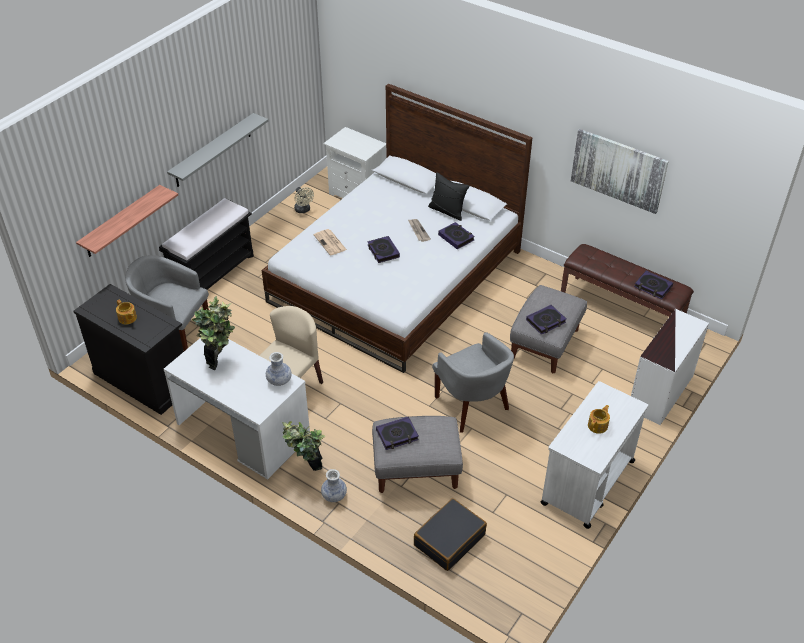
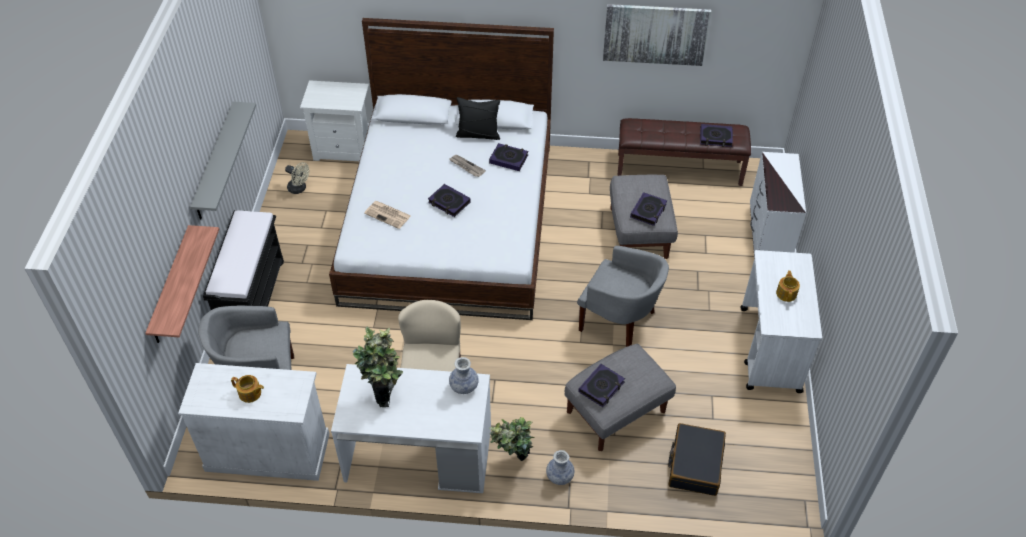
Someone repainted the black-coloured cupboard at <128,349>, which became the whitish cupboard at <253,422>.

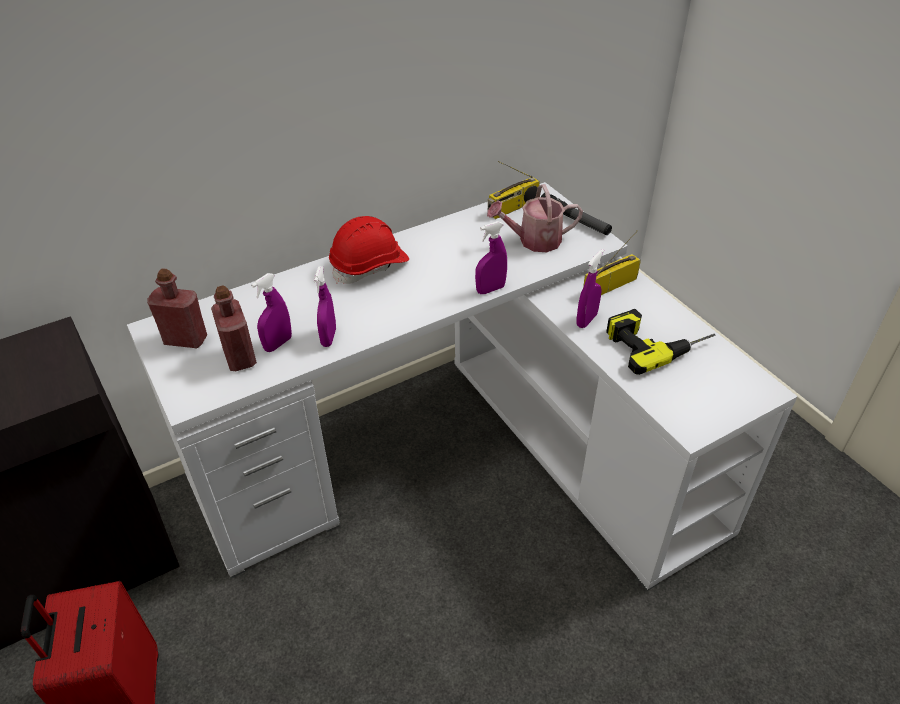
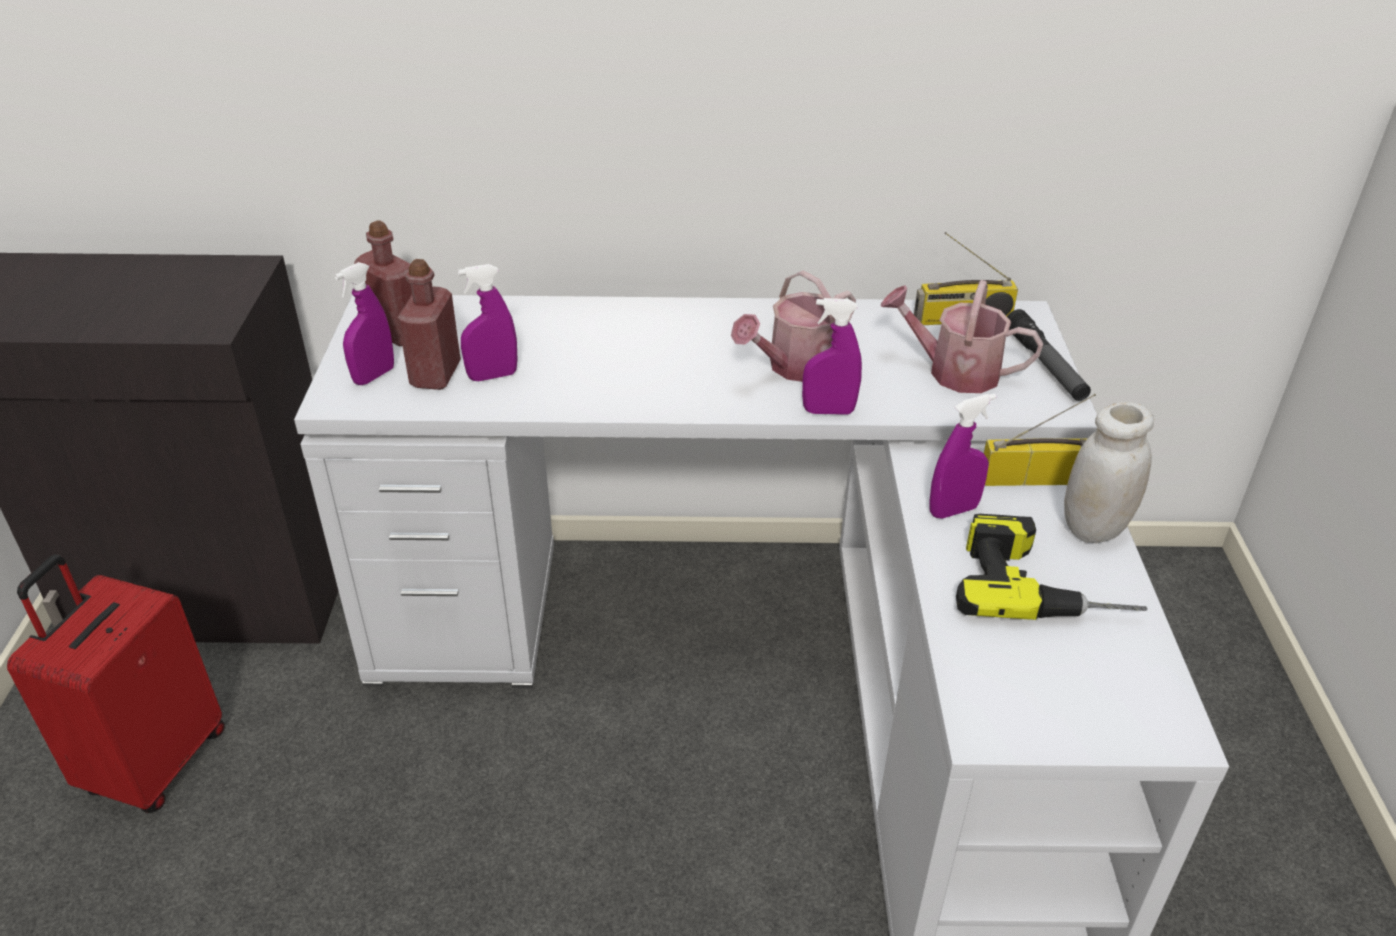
Someone took away the red safety helmet at <369,250>.
Someone put down the sprinkling can at <793,326>.
Someone put down the whitish preserve jar at <1109,472>.
Someone carried the purple hand sprayer from <325,306> to <364,323>.

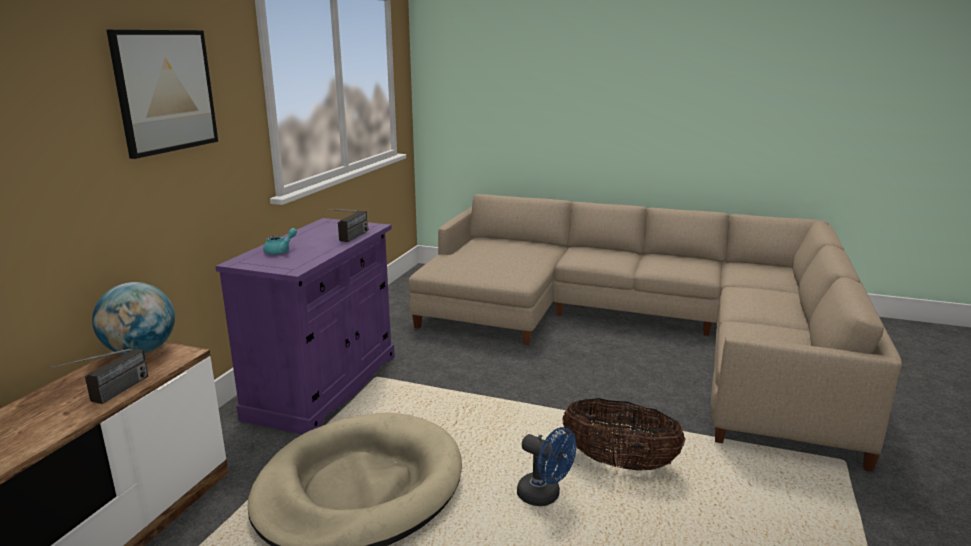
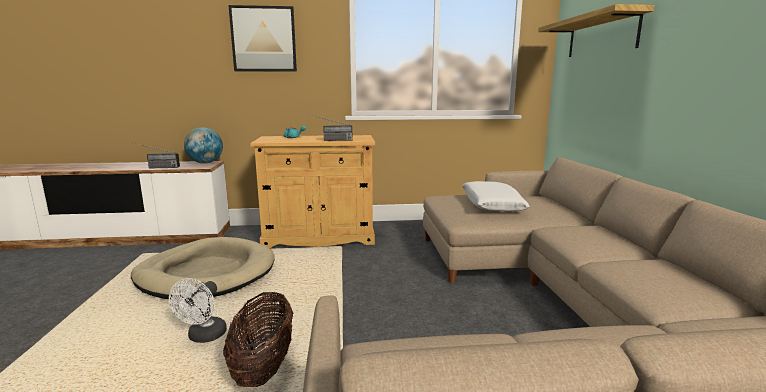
Someone put down the whitish cushion at <496,196>.
Someone put up the shelf at <596,30>.
Someone repainted the purple cupboard at <305,326>, which became the beige cupboard at <312,191>.
Someone repainted the blue-coloured electric fan at <546,466>, which became the whitish electric fan at <198,311>.

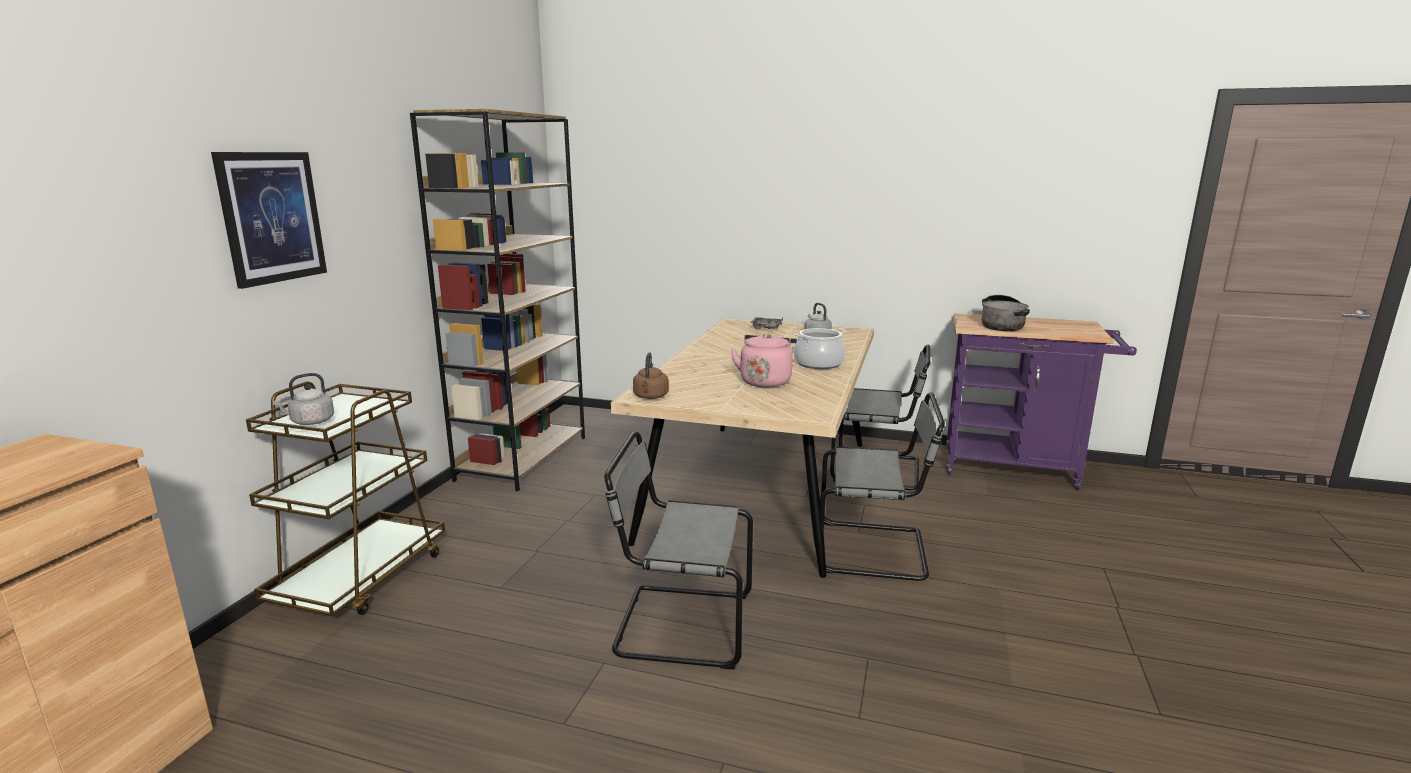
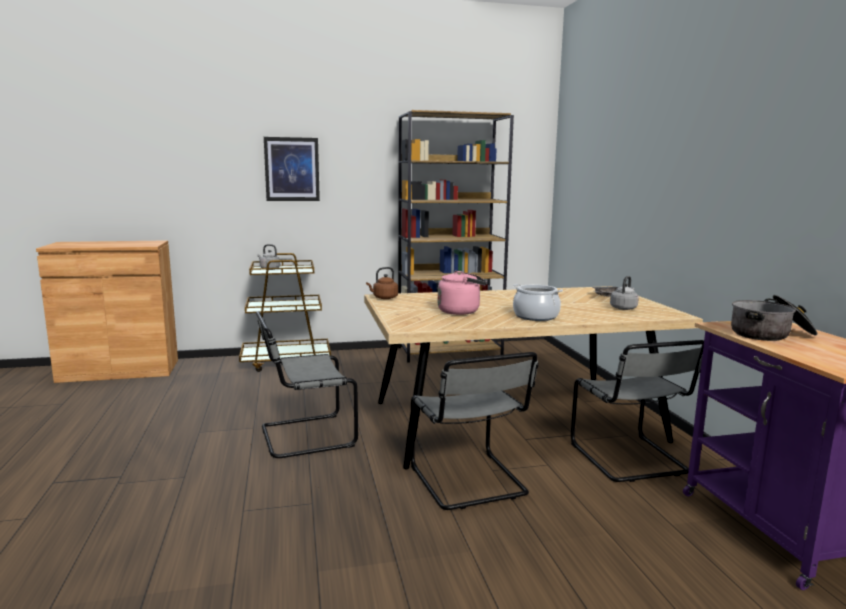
Someone rotated the grey upright chair at <678,550> by 90 degrees counterclockwise.

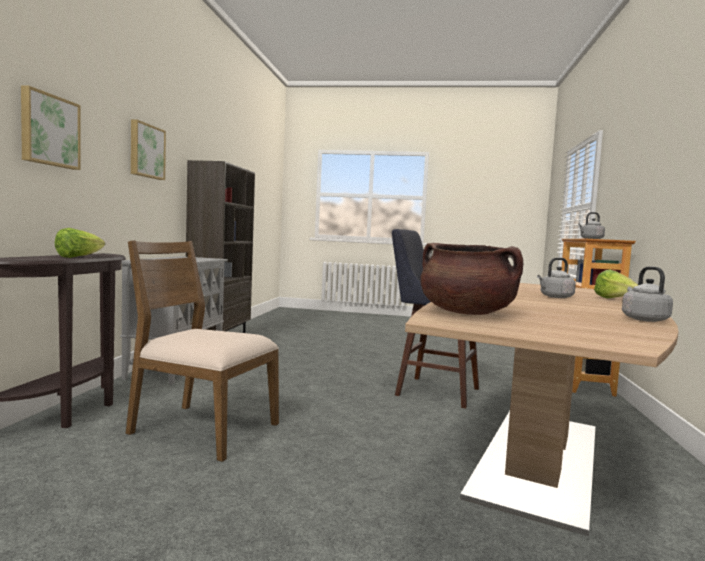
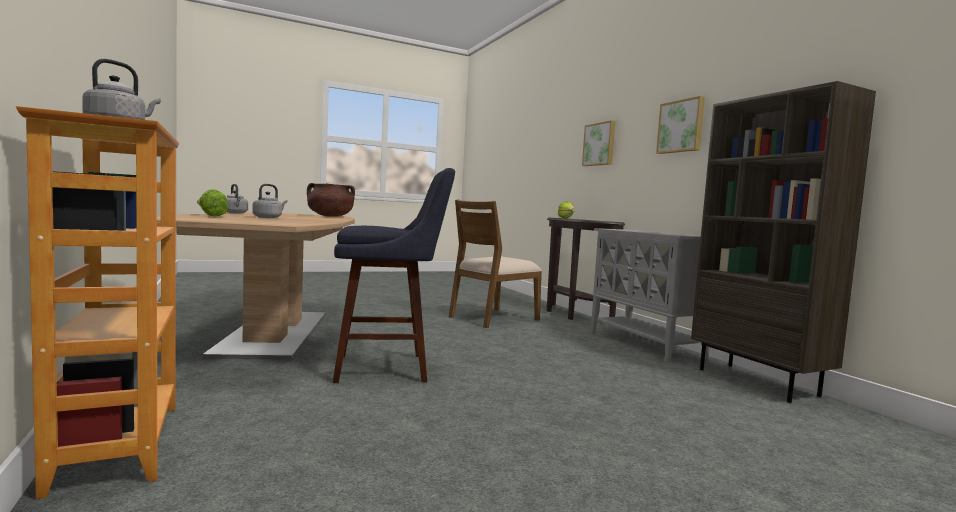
Someone rotated the brownish upright chair at <202,351> by 150 degrees clockwise.

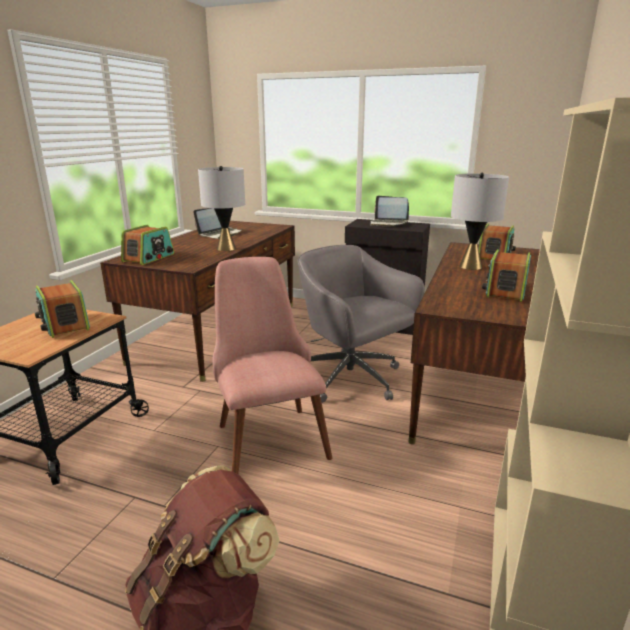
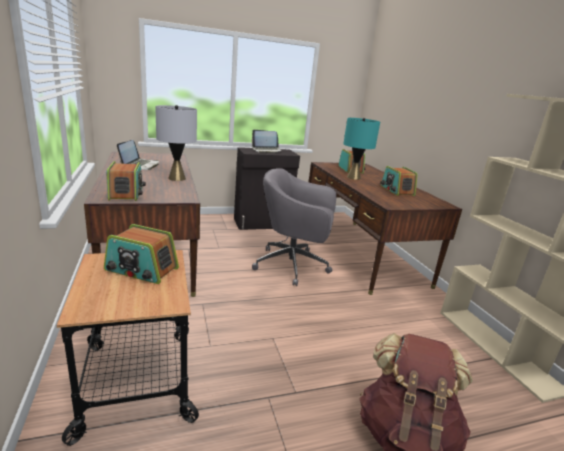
Someone took away the pinkish upright chair at <272,365>.
Someone repainted the grey tabletop lamp at <480,221>, which became the turquoise tabletop lamp at <361,149>.

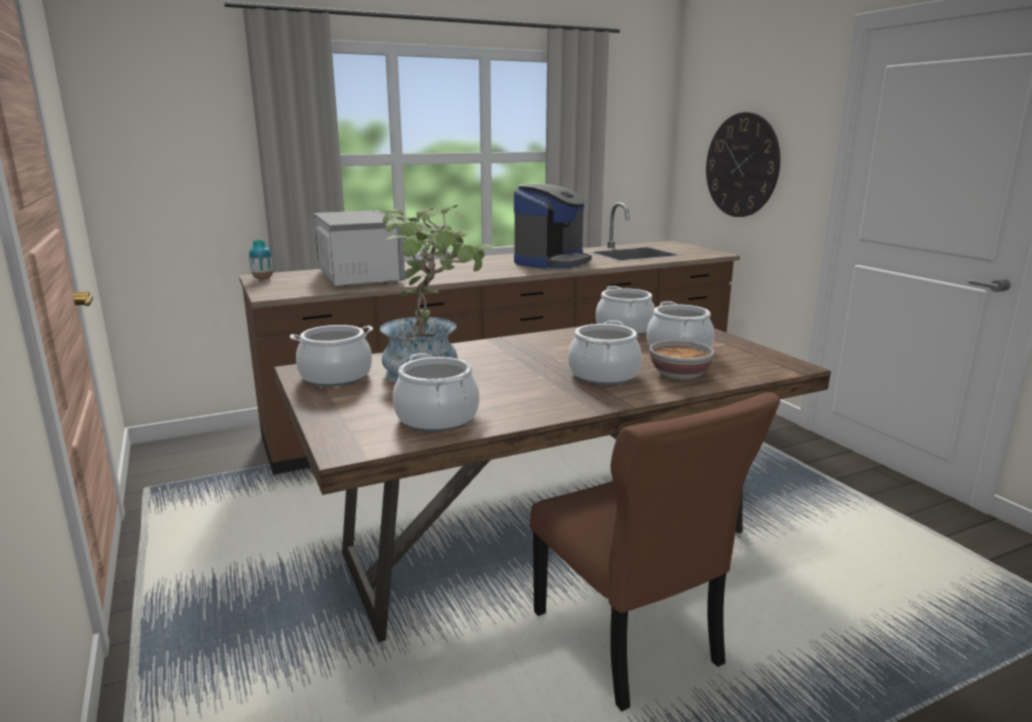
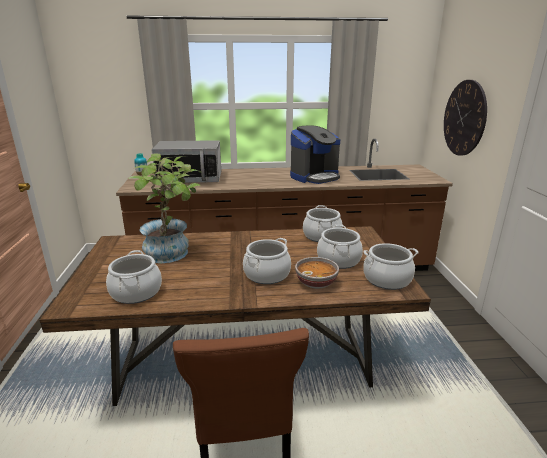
Someone carried the saucepot from <331,356> to <390,266>.
Someone rotated the microwave at <359,248> by 90 degrees clockwise.

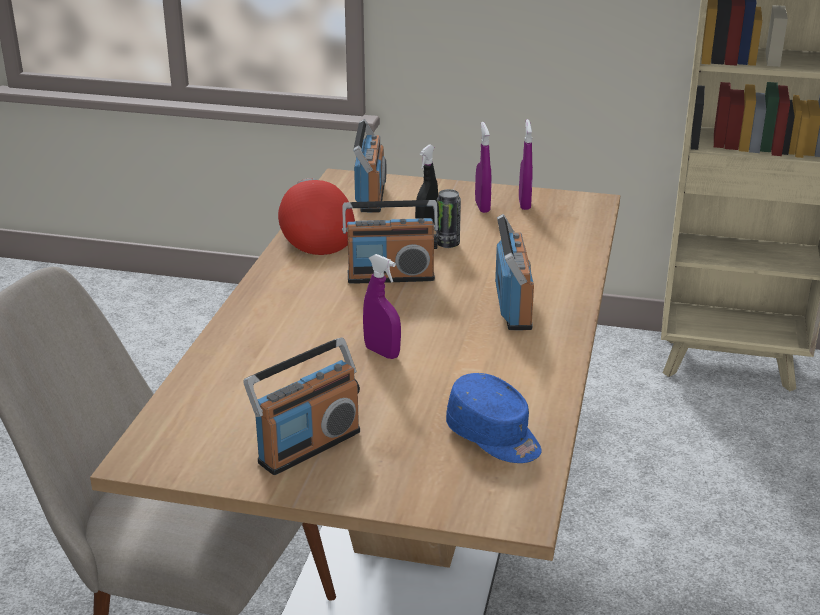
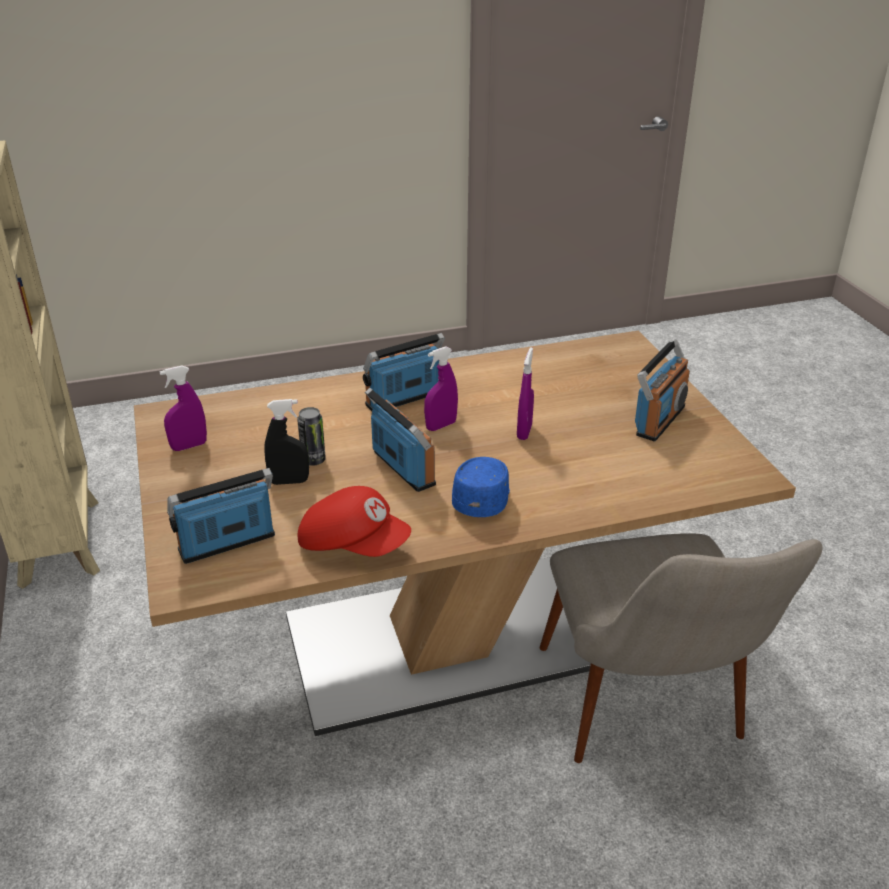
Someone carried the blue-coloured peaked cap from <493,418> to <481,487>.
Someone carried the purple hand sprayer from <483,167> to <441,388>.
Someone rotated the radio at <302,406> by 105 degrees clockwise.
Someone rotated the red peaked cap at <316,216> by 105 degrees counterclockwise.

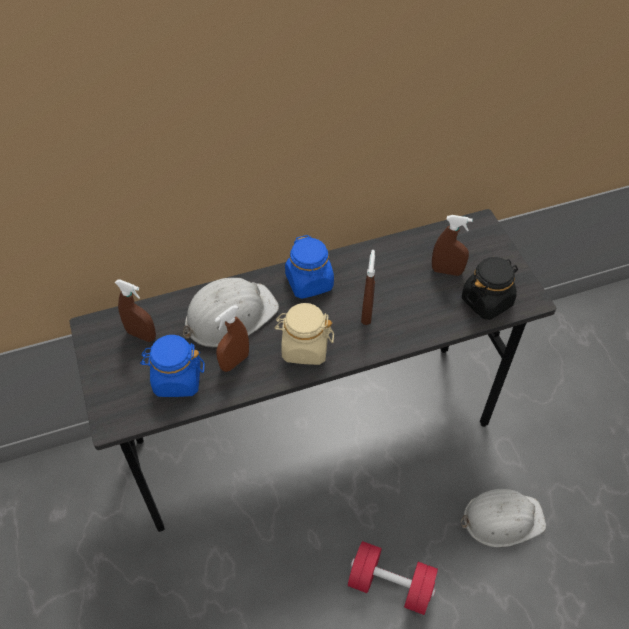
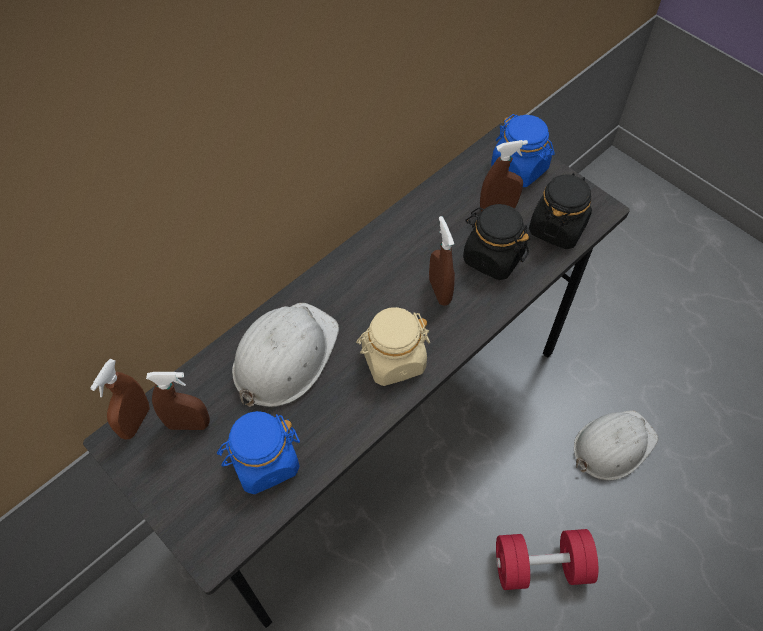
Someone put down the black-coloured preserve jar at <496,242>.
Someone carried the brownish hand sprayer from <232,338> to <120,399>.
Someone carried the blue-coloured preserve jar from <309,267> to <523,150>.

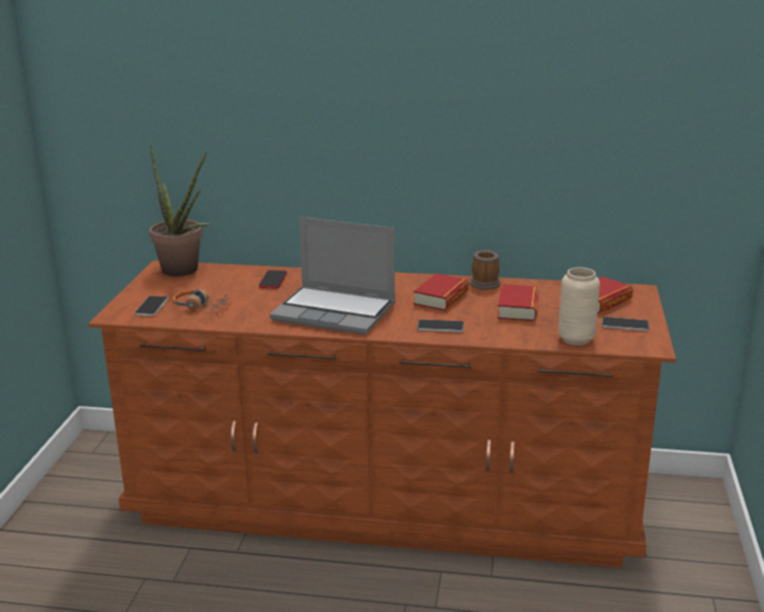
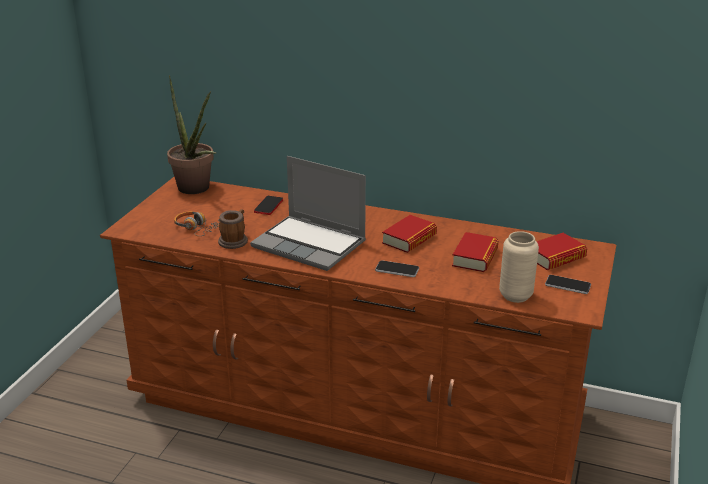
Someone took away the telephone at <151,306>.
Someone carried the coffee mug from <485,270> to <233,229>.

